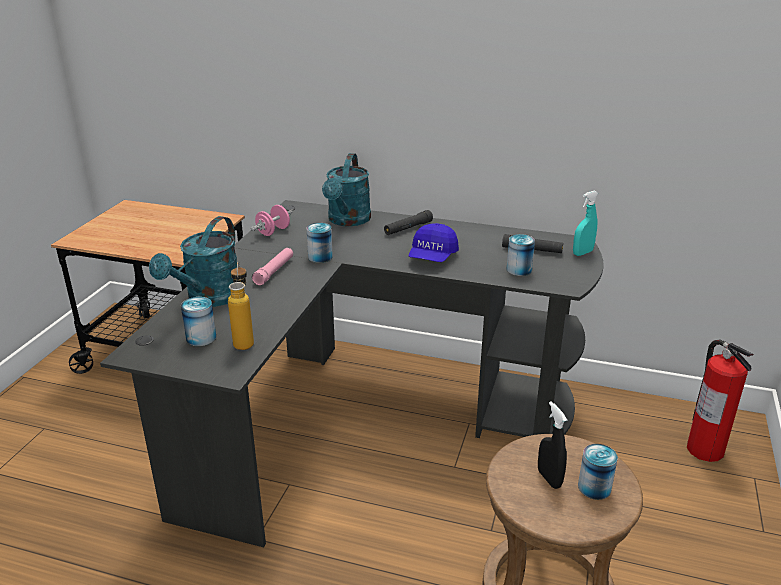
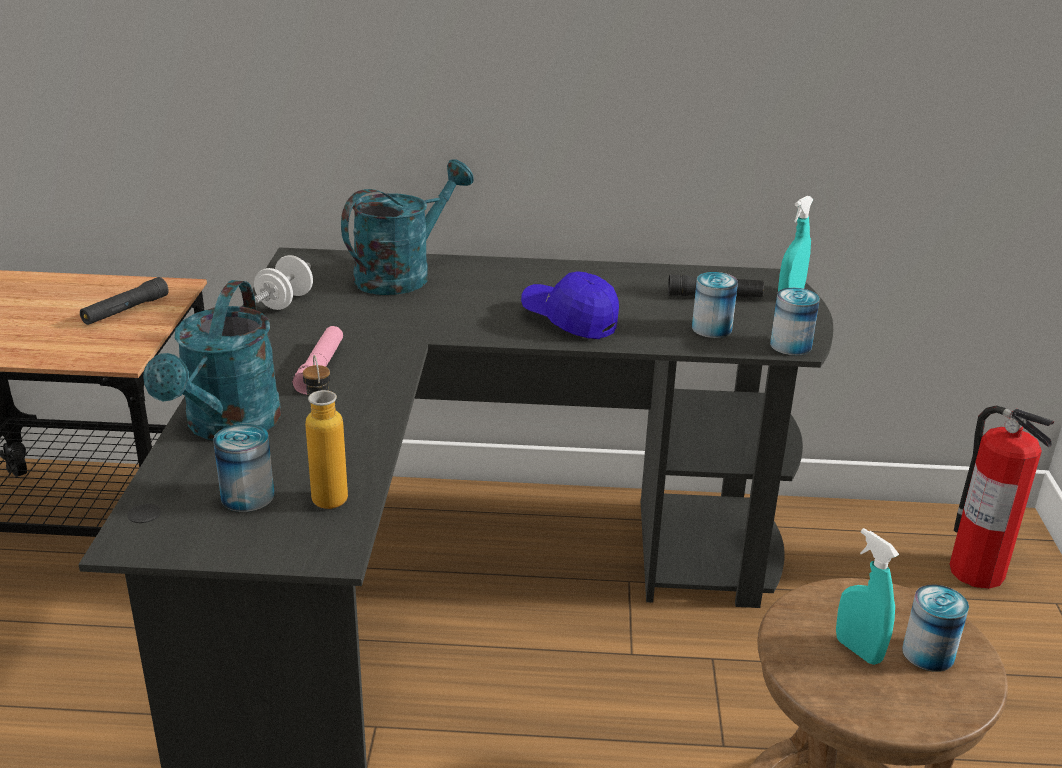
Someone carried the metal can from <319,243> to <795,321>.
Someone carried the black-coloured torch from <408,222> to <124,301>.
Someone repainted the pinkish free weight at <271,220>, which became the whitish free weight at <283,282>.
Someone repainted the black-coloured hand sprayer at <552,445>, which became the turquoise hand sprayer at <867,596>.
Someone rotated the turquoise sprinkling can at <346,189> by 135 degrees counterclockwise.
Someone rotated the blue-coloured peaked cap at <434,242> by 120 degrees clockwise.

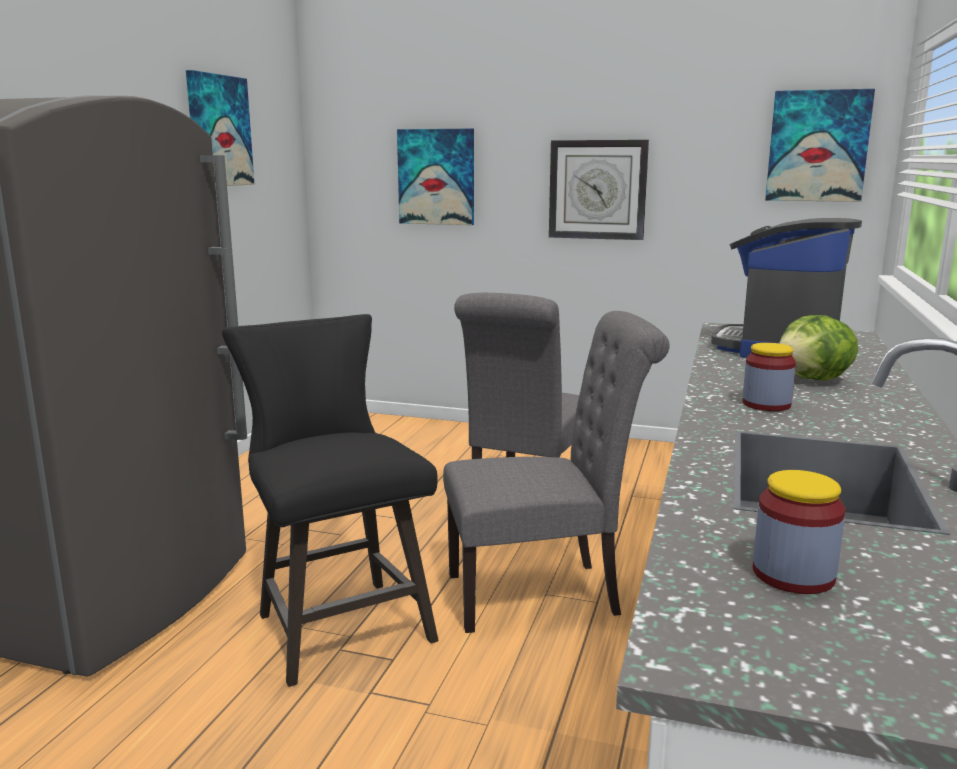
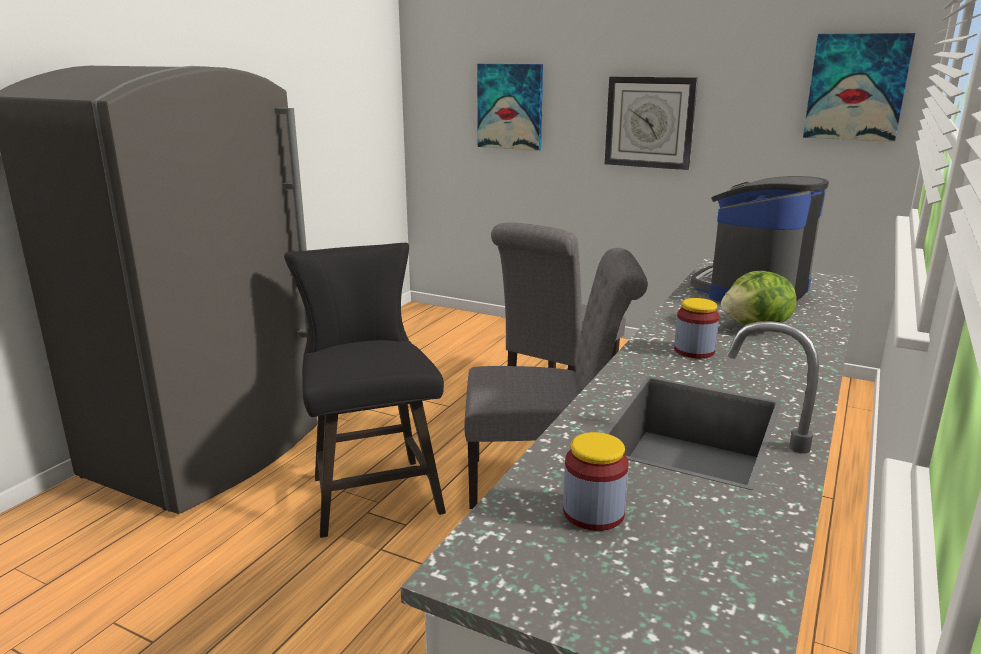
Someone took away the wall art at <220,128>.

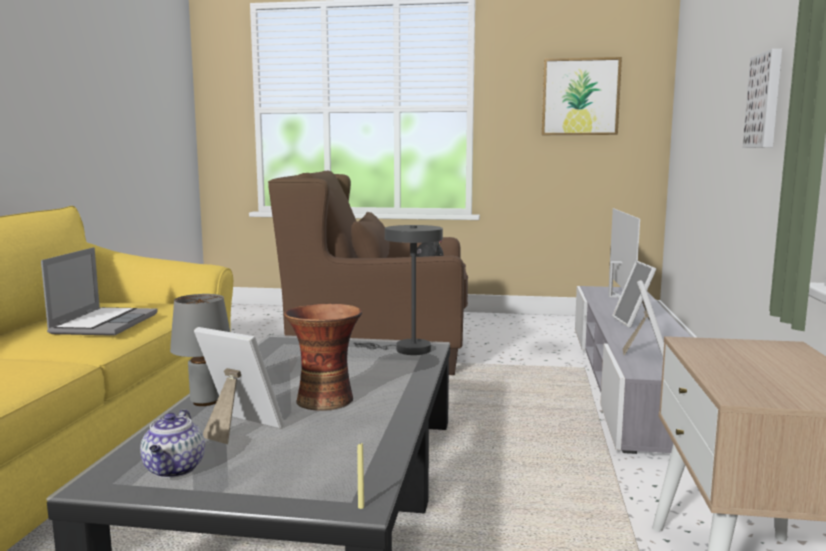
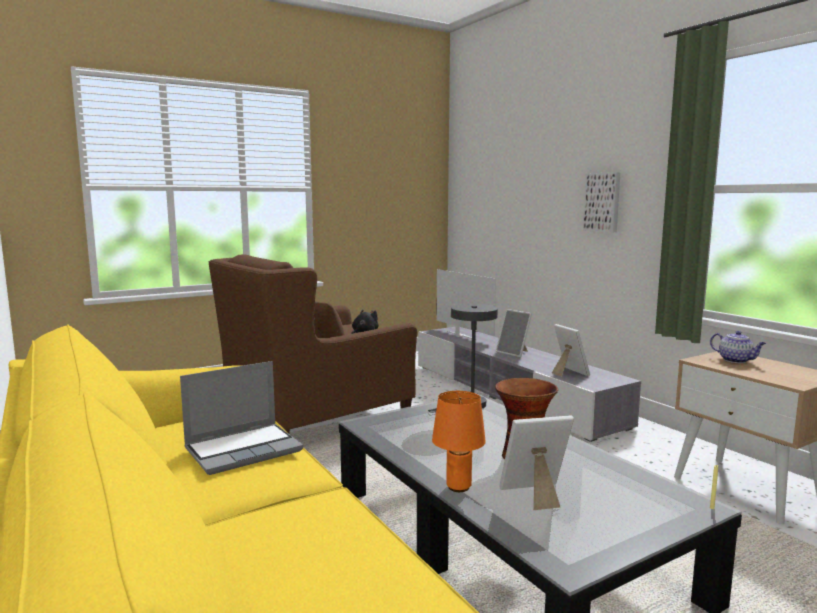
Someone took away the wall art at <581,96>.
Someone carried the pot for tea from <172,443> to <738,347>.
Someone repainted the grey tabletop lamp at <200,350>, which became the orange-coloured tabletop lamp at <459,441>.
Someone rotated the portable computer at <99,291> by 90 degrees clockwise.

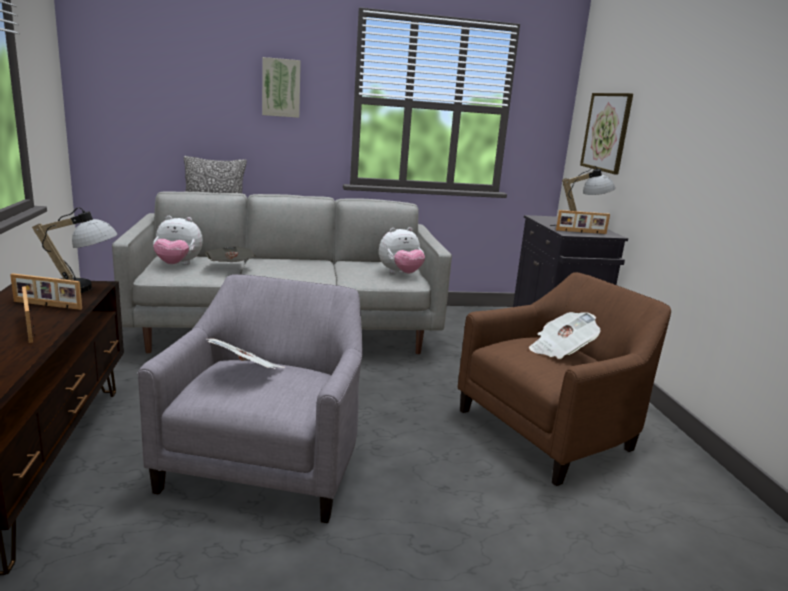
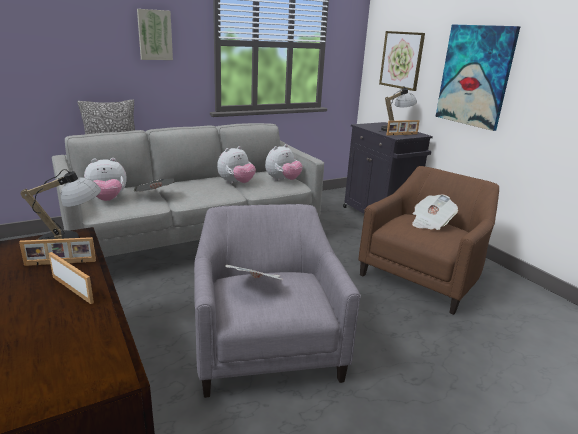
Someone put down the cuddly toy at <236,165>.
Someone put up the wall art at <477,77>.

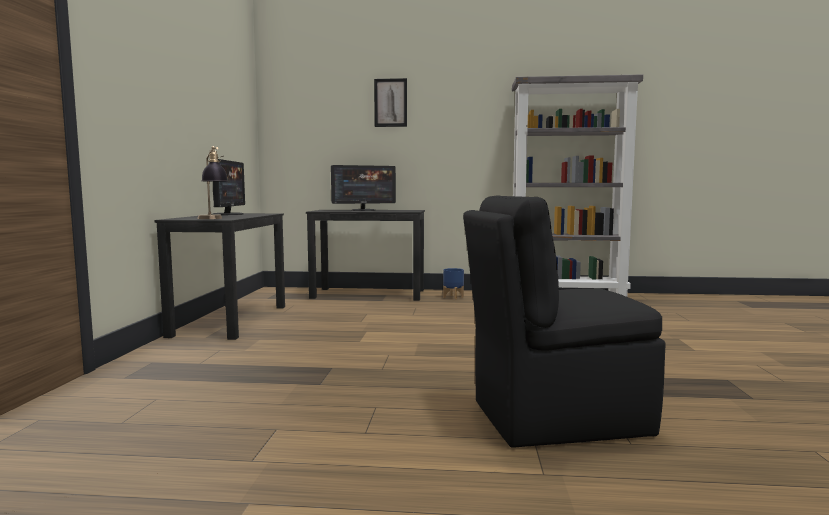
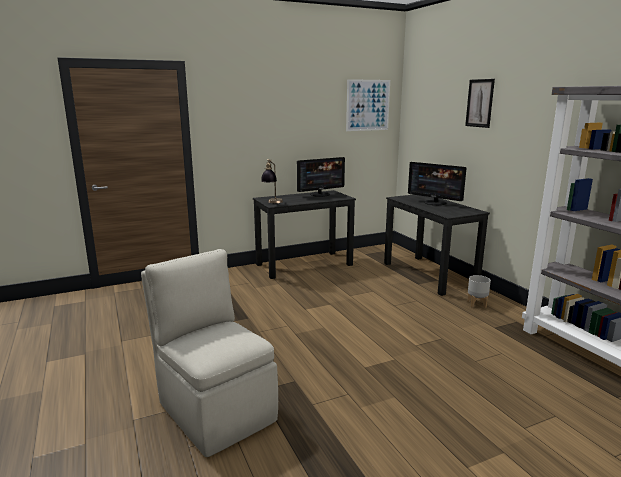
Someone put up the wall art at <368,105>.
Someone repainted the blue-coloured flower pot at <453,284>, which became the grey flower pot at <479,291>.
Someone repainted the black-coloured upright chair at <564,321>, which became the beige upright chair at <209,353>.

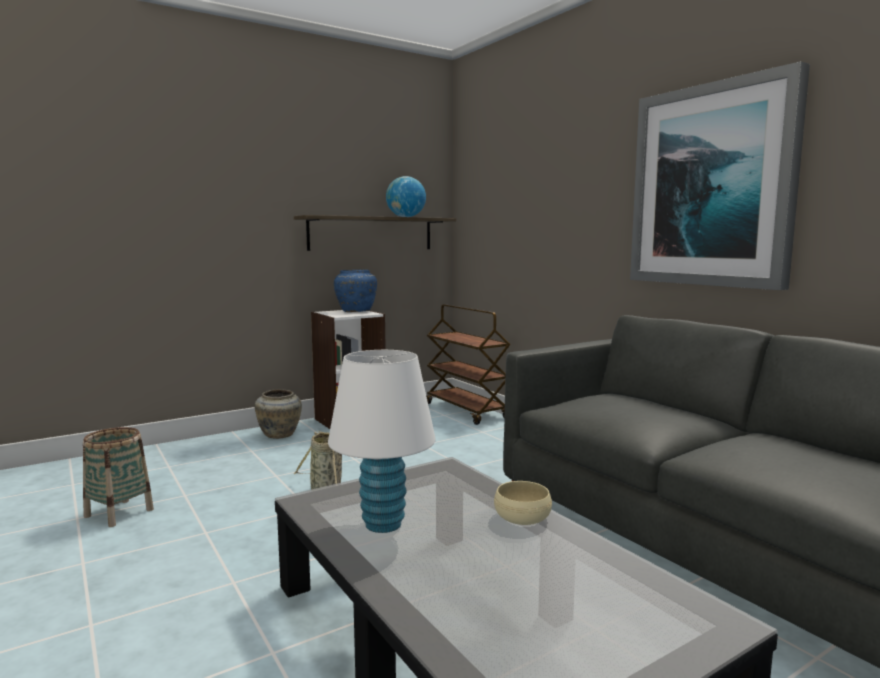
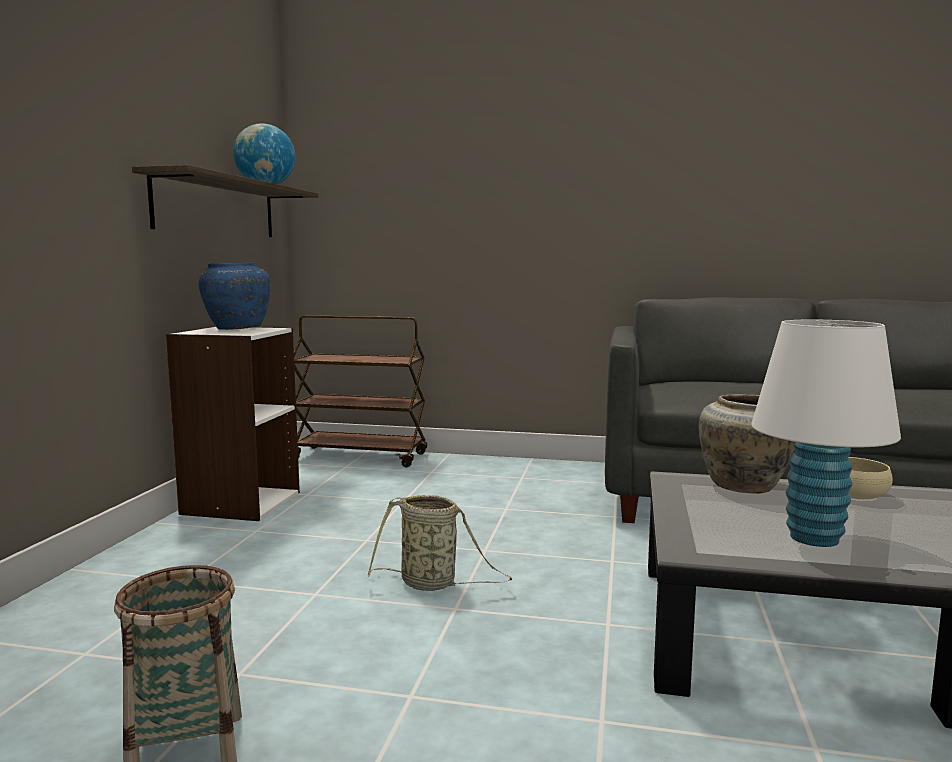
Someone took away the wall art at <720,175>.
Someone carried the beige vase from <278,414> to <746,444>.

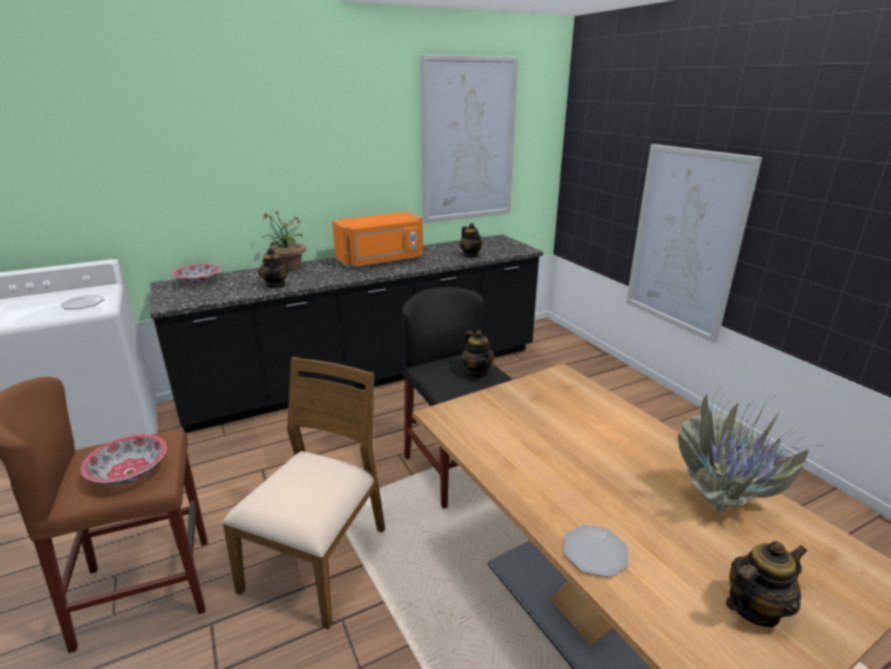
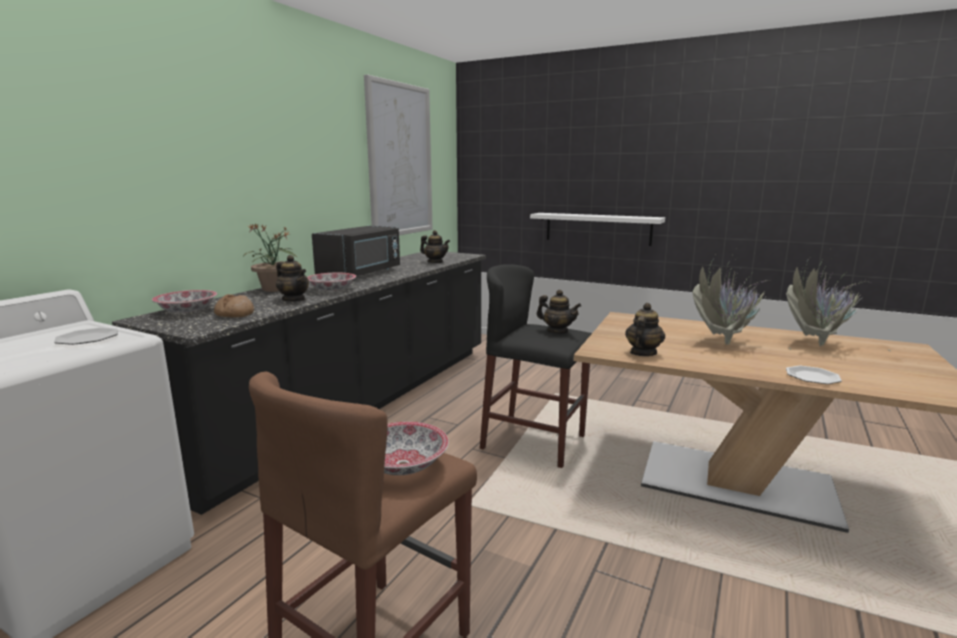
Someone took away the brownish upright chair at <303,493>.
Someone put down the bakery bread at <234,305>.
Someone put down the serving bowl at <331,281>.
Someone put down the houseplant at <741,300>.
Someone carried the pot for tea from <766,584> to <645,329>.
Someone swapped the wall art at <694,243> for the whitish shelf at <597,229>.
Someone repainted the orange-coloured microwave at <377,239>, which became the black-coloured microwave at <356,251>.

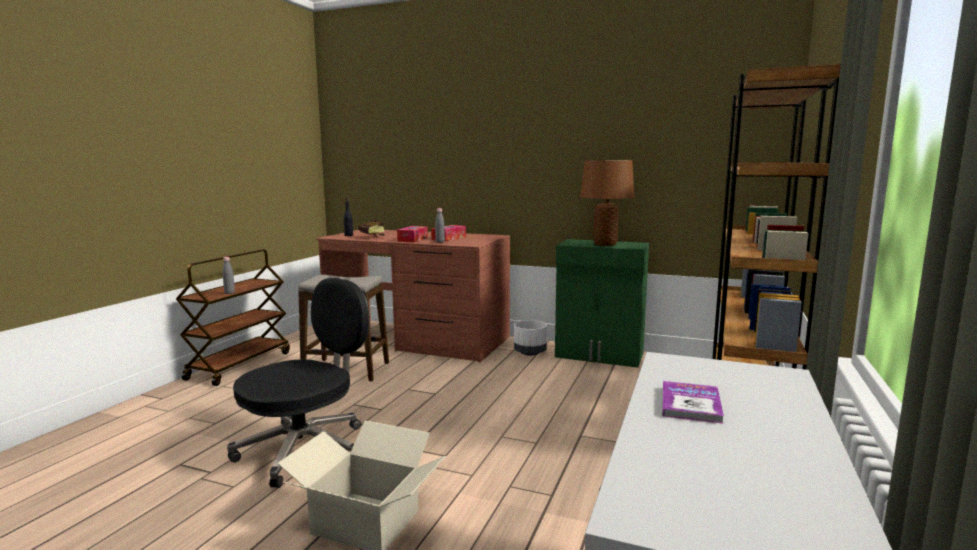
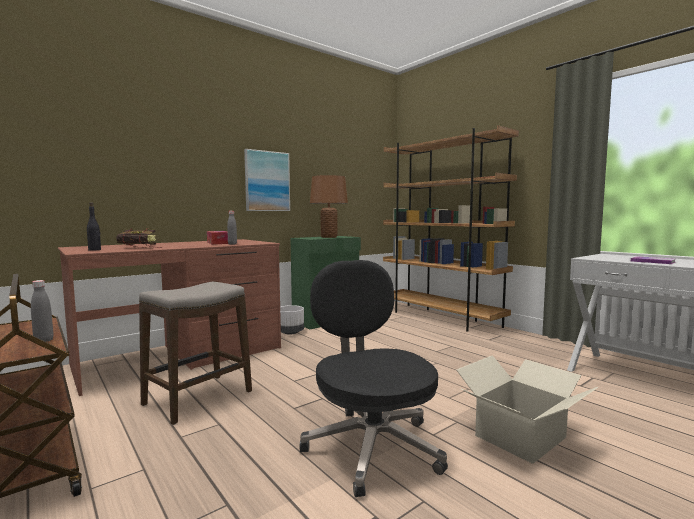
Someone took away the tissue holder at <412,234>.
Someone put up the wall art at <267,180>.

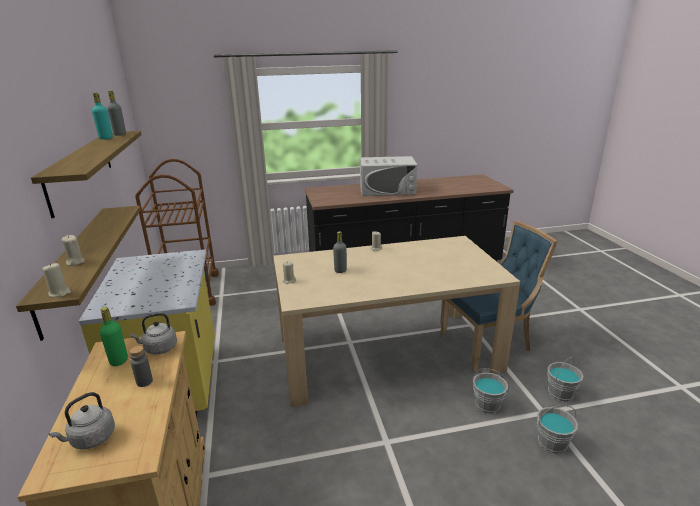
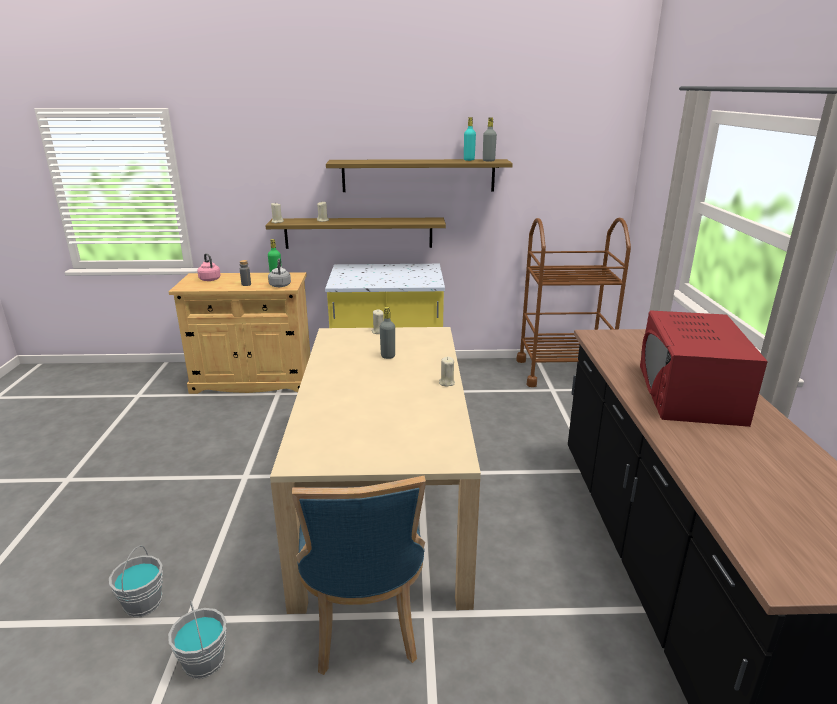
Someone took away the grey water bucket at <491,391>.
Someone repainted the grey water kettle at <82,420>, which became the pinkish water kettle at <209,267>.
Someone repainted the whitish microwave at <388,176>, which became the red microwave at <704,368>.

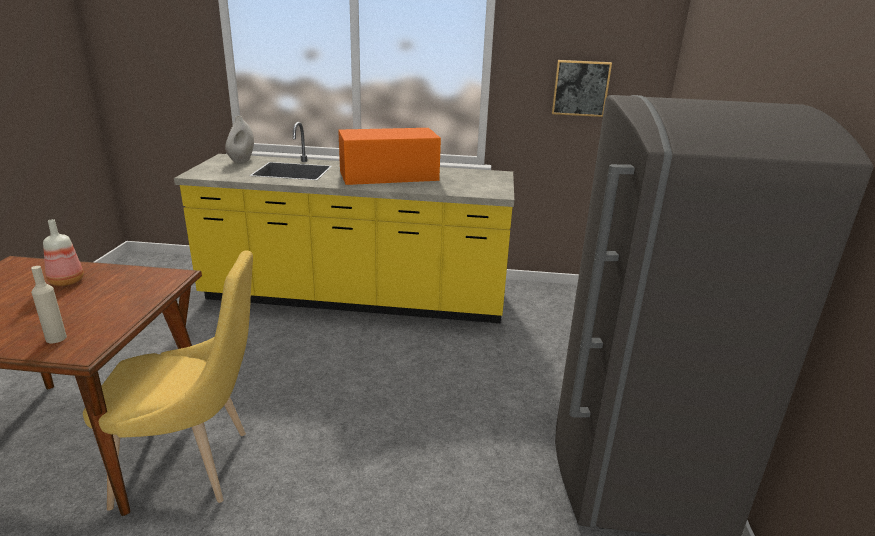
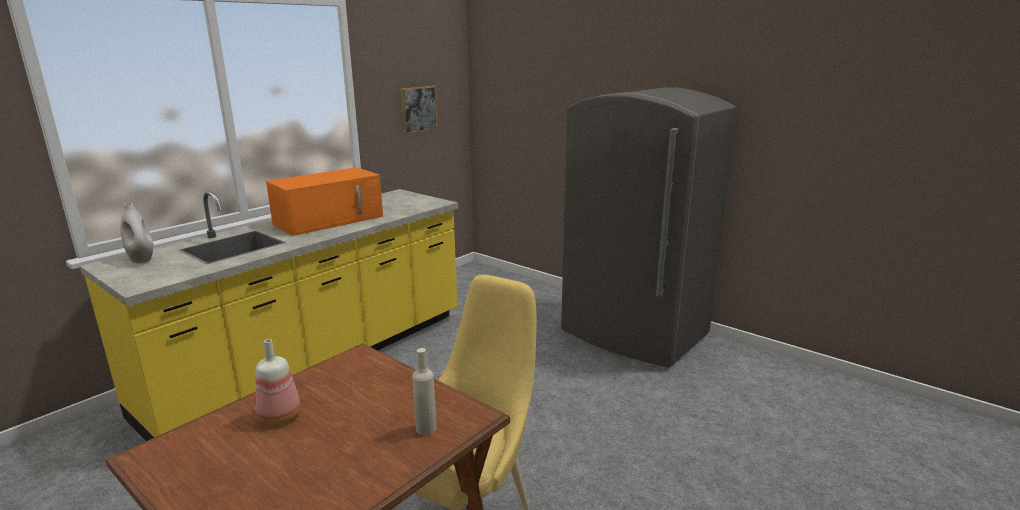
Someone rotated the orange-coloured microwave at <389,156> by 150 degrees counterclockwise.

